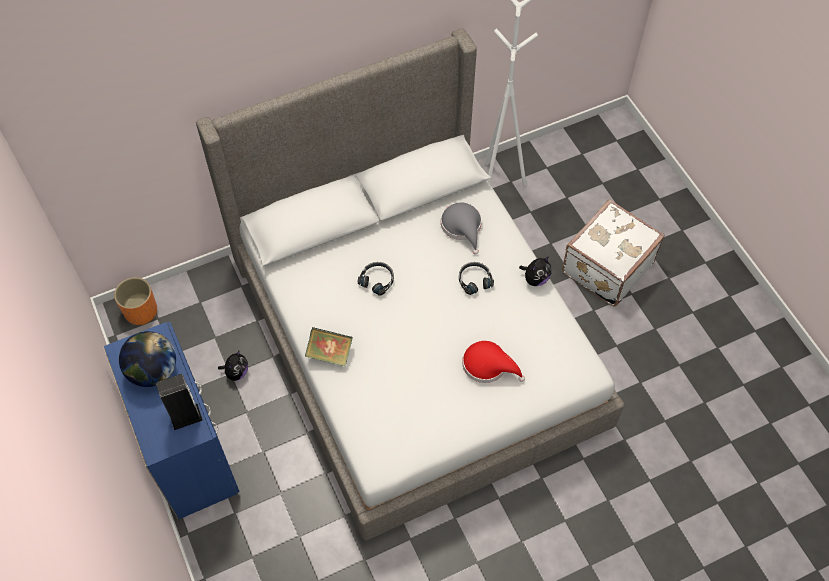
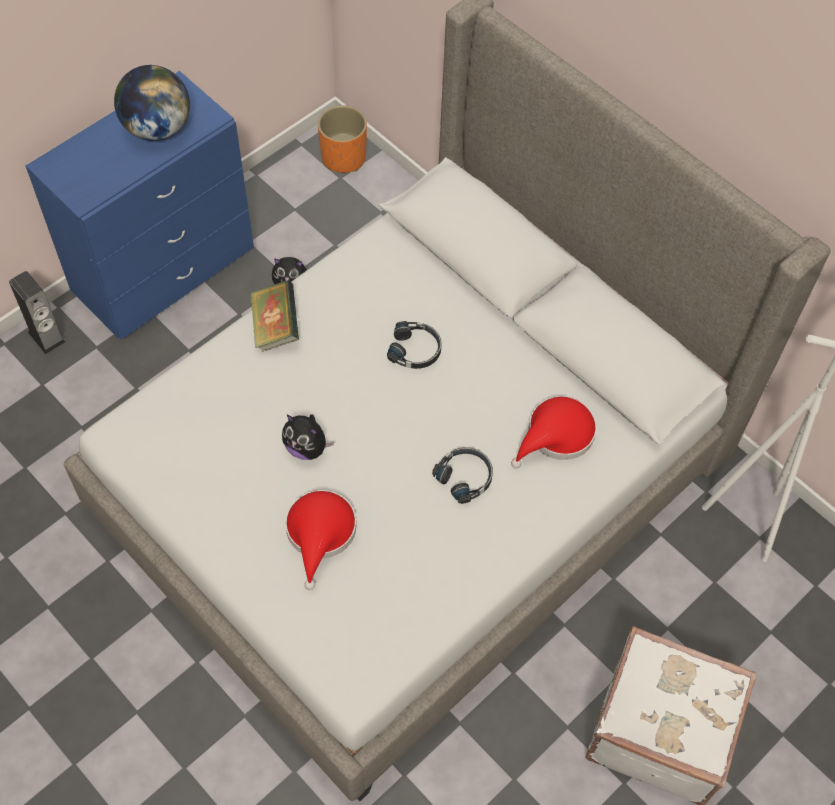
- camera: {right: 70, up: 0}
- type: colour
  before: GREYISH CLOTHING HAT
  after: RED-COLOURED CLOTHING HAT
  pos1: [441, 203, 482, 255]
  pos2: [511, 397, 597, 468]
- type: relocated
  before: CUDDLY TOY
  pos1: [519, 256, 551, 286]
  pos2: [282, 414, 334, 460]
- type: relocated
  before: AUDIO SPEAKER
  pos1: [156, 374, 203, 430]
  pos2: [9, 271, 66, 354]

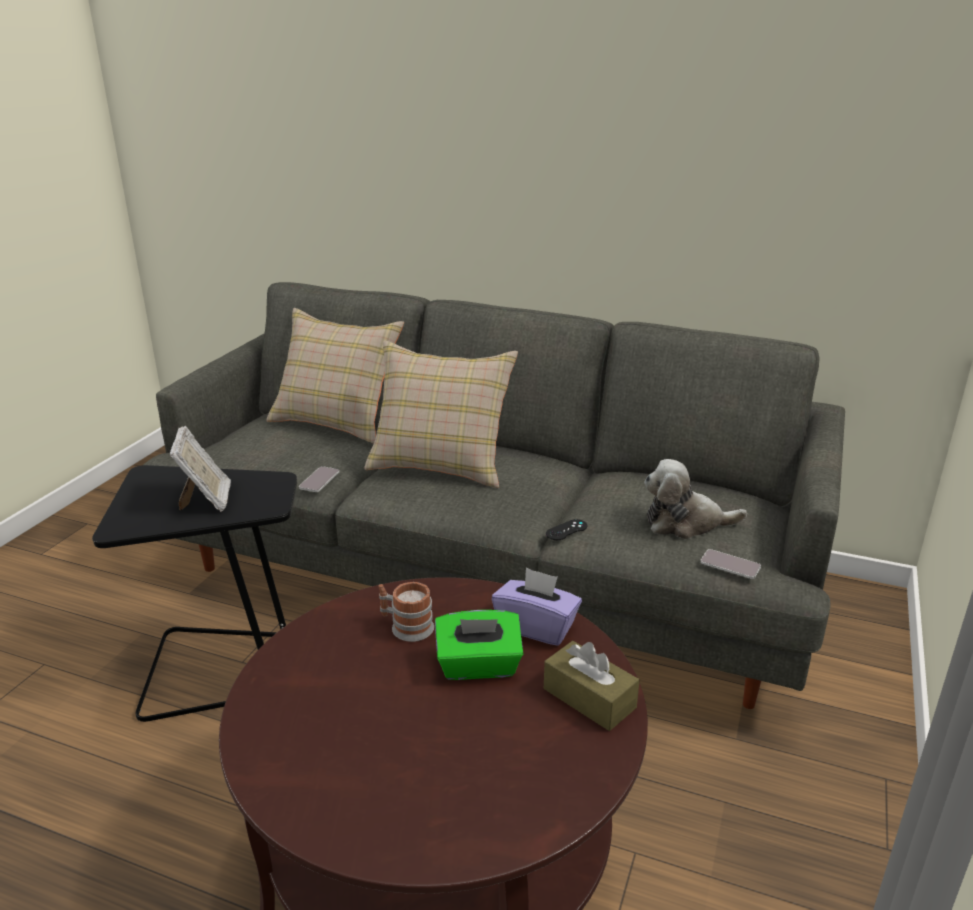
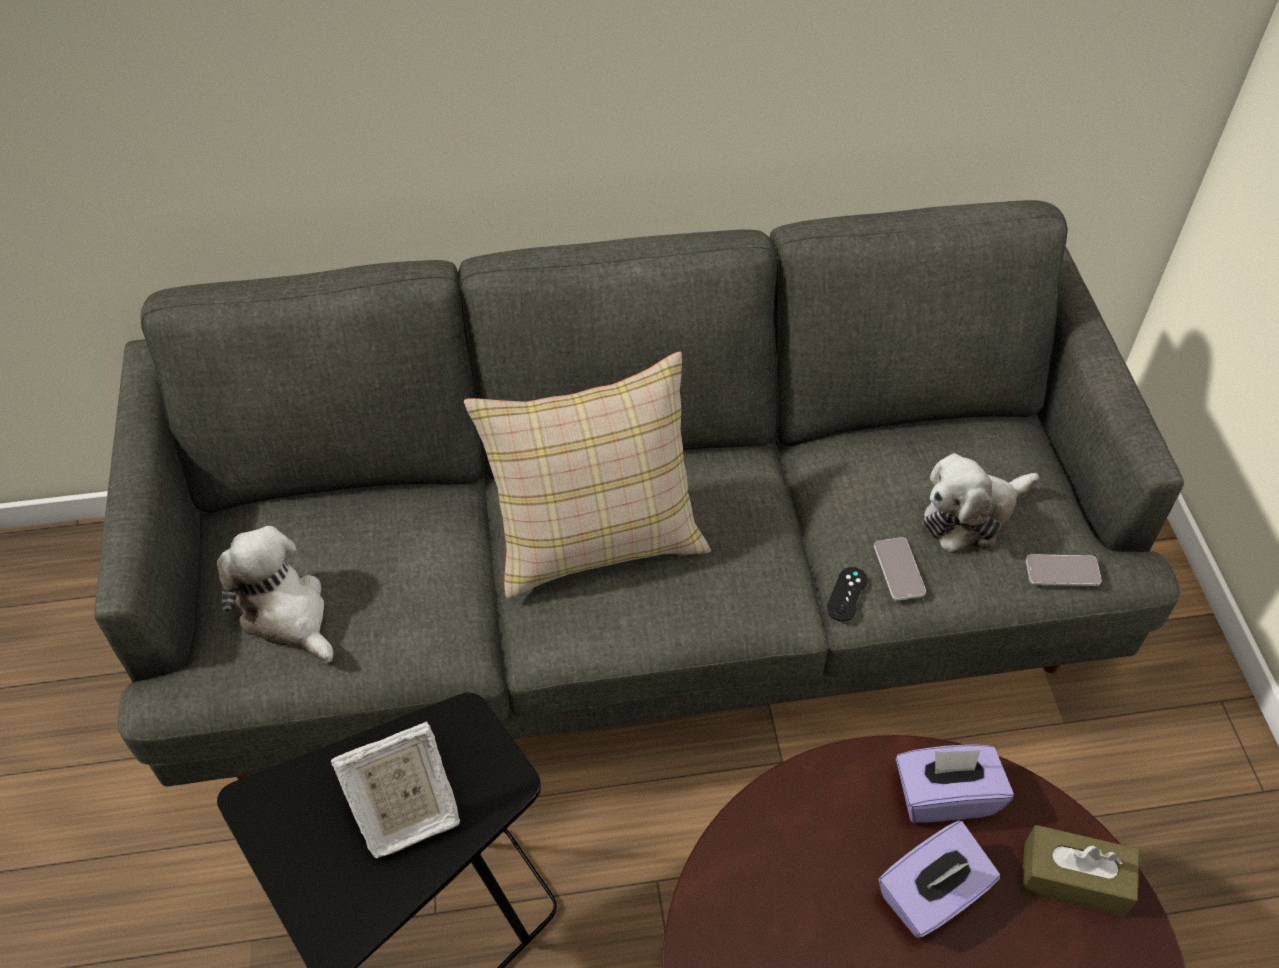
- camera: {right: -30, up: 25}
- type: missing
  before: BEIGE-COLOURED THROW PILLOW
  pos1: [266, 308, 404, 444]
- type: spun
  before: STANDING FRAME
  pos1: [170, 426, 231, 512]
  pos2: [331, 721, 460, 858]
  turn: 105
- type: relocated
  before: PHONE
  pos1: [299, 466, 339, 492]
  pos2: [874, 537, 926, 601]
- type: missing
  before: MUG
  pos1: [379, 582, 434, 642]
- type: colour
  before: GREEN BOX OF TISSUES
  after: PURPLISH BOX OF TISSUES
  pos1: [435, 610, 523, 680]
  pos2: [878, 821, 1000, 938]
- type: appeared
  after: CUDDLY TOY
  pos2: [217, 526, 333, 663]

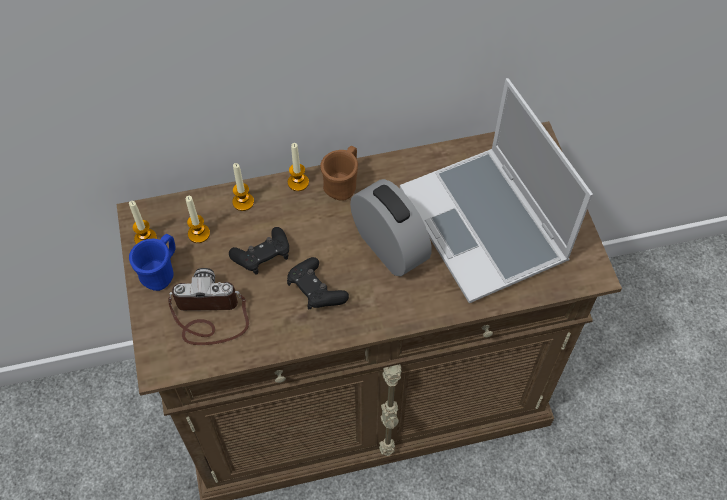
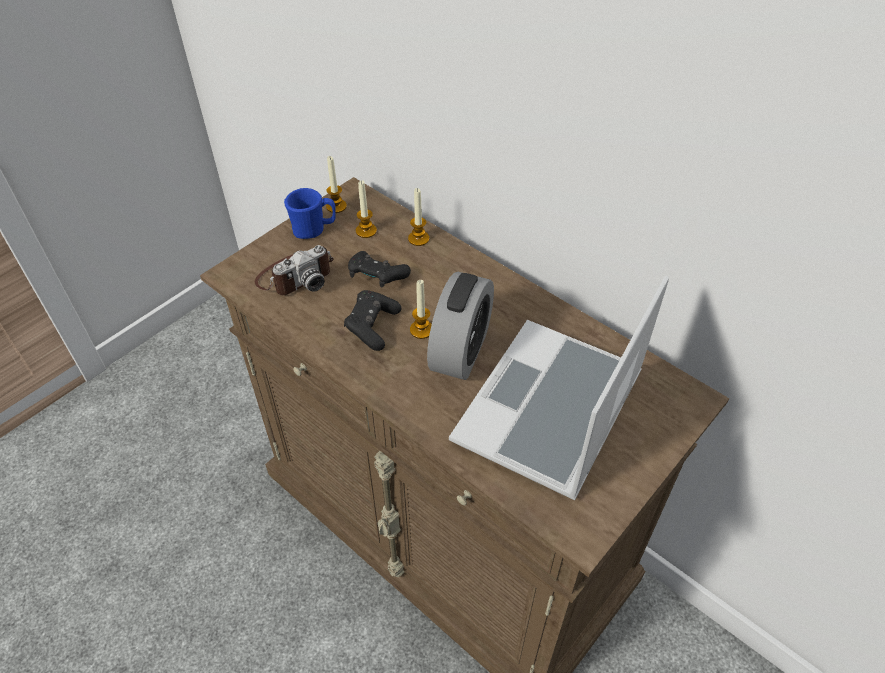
- camera: {right: 55, up: -10}
- type: relocated
  before: WAX CANDLE
  pos1: [288, 143, 309, 191]
  pos2: [410, 280, 432, 339]
- type: missing
  before: BROWN-COLOURED MUG
  pos1: [320, 146, 358, 201]
- type: spun
  before: PHOTO CAMERA
  pos1: [168, 268, 249, 345]
  pos2: [255, 245, 334, 295]
  turn: 90

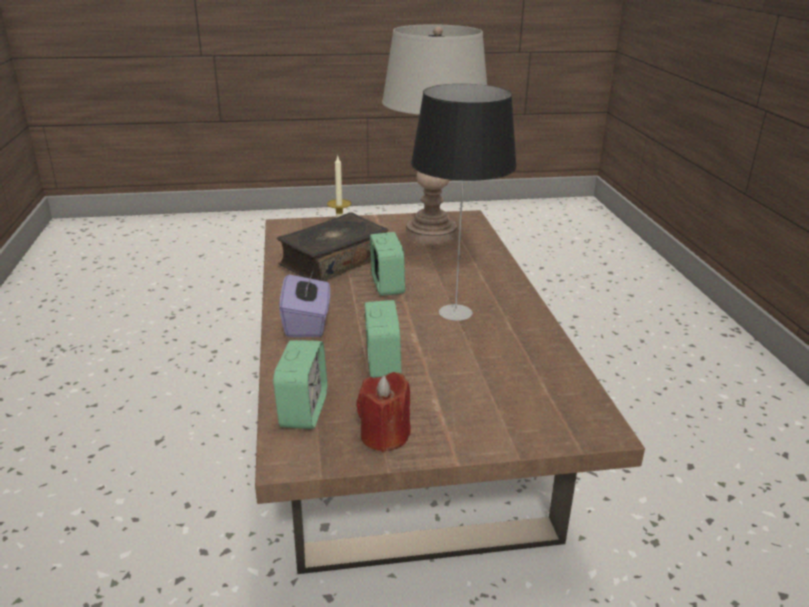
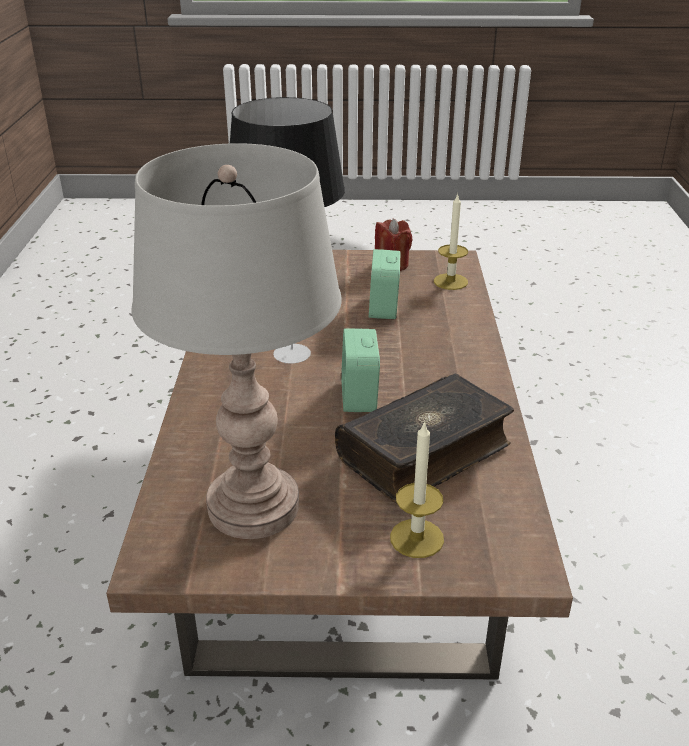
- camera: {right: -170, up: 5}
- type: missing
  before: PURPLISH BOX OF TISSUES
  pos1: [279, 267, 330, 337]
- type: exchanged
  before: BEDSIDE CLOCK
  after: WAX CANDLE
  pos1: [273, 340, 327, 429]
  pos2: [434, 193, 468, 290]

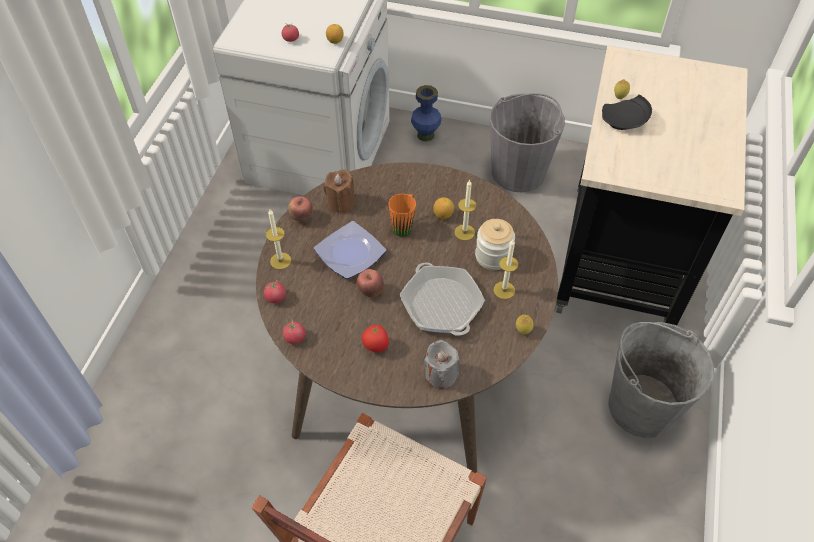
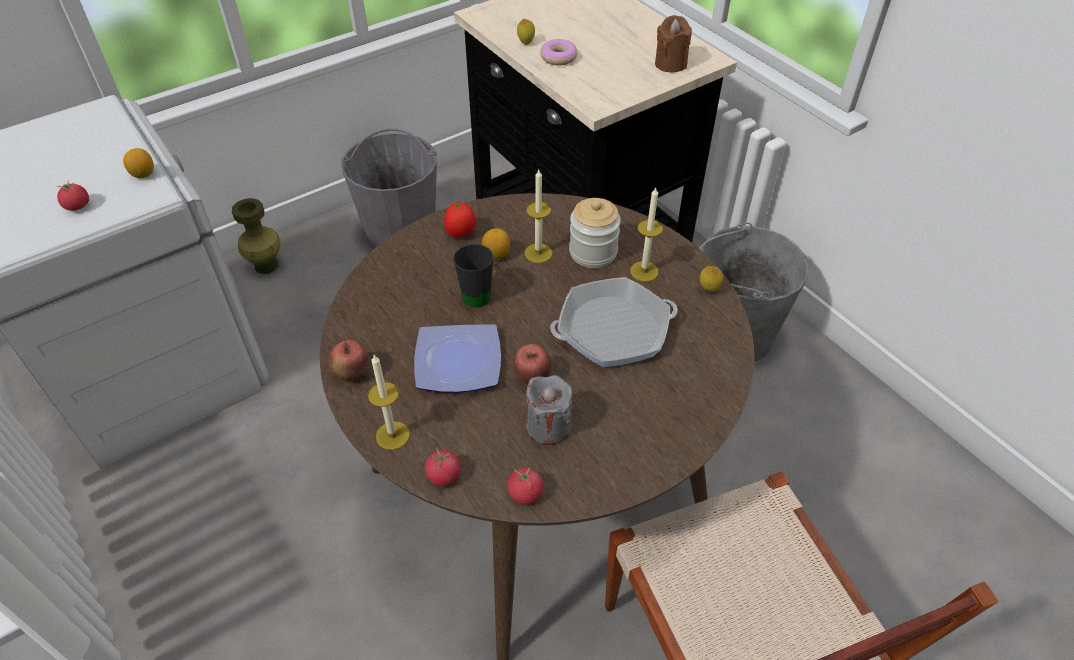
- camera: {right: -50, up: -5}
- type: colour
  before: BLUE-COLOURED DECORATIVE VASE
  after: GREEN DECORATIVE VASE
  pos1: [411, 85, 442, 142]
  pos2: [232, 198, 281, 274]
- type: exchanged
  before: BLACK-COLOURED PLATE
  after: DONUT
  pos1: [602, 95, 652, 130]
  pos2: [540, 39, 578, 66]
- type: relocated
  before: BROWN-COLOURED WAX CANDLE
  pos1: [324, 169, 355, 213]
  pos2: [655, 15, 692, 72]
- type: colour
  before: ORANGEY MUG
  after: BLACK-COLOURED MUG
  pos1: [389, 194, 416, 237]
  pos2: [453, 244, 493, 307]
- type: spun
  before: FRYING PAN
  pos1: [400, 262, 485, 336]
  pos2: [550, 277, 678, 367]
  turn: 150
- type: relocated
  before: TOMATO
  pos1: [361, 325, 389, 352]
  pos2: [444, 202, 476, 238]
- type: relocated
  before: GREYISH WAX CANDLE
  pos1: [424, 340, 460, 389]
  pos2: [526, 375, 572, 445]

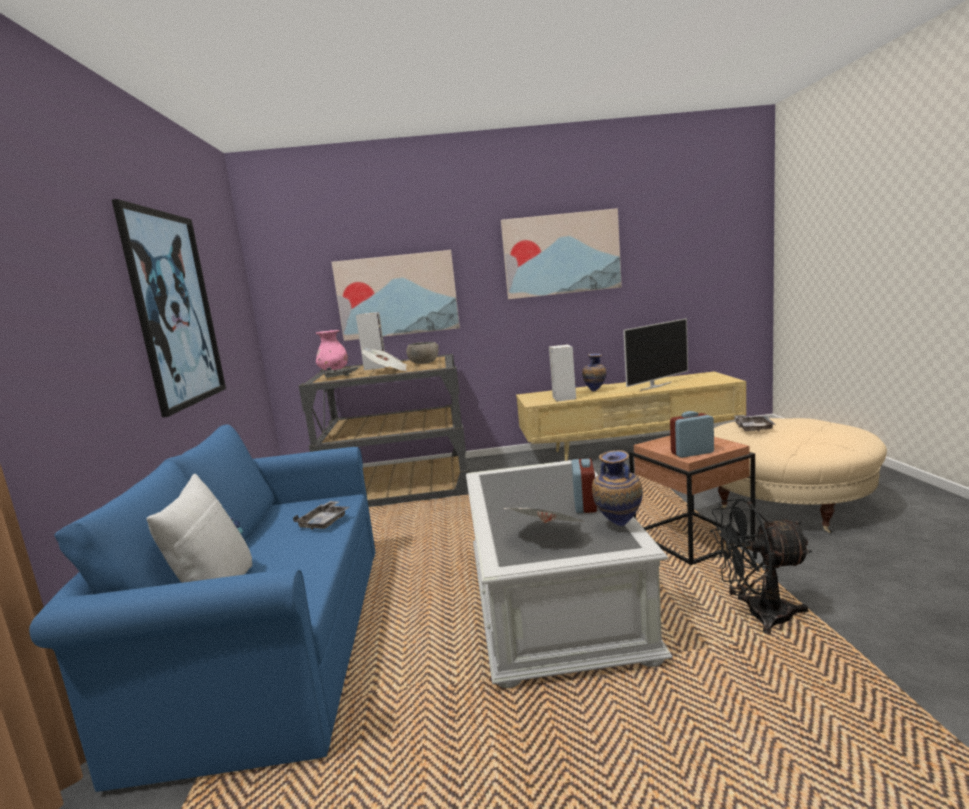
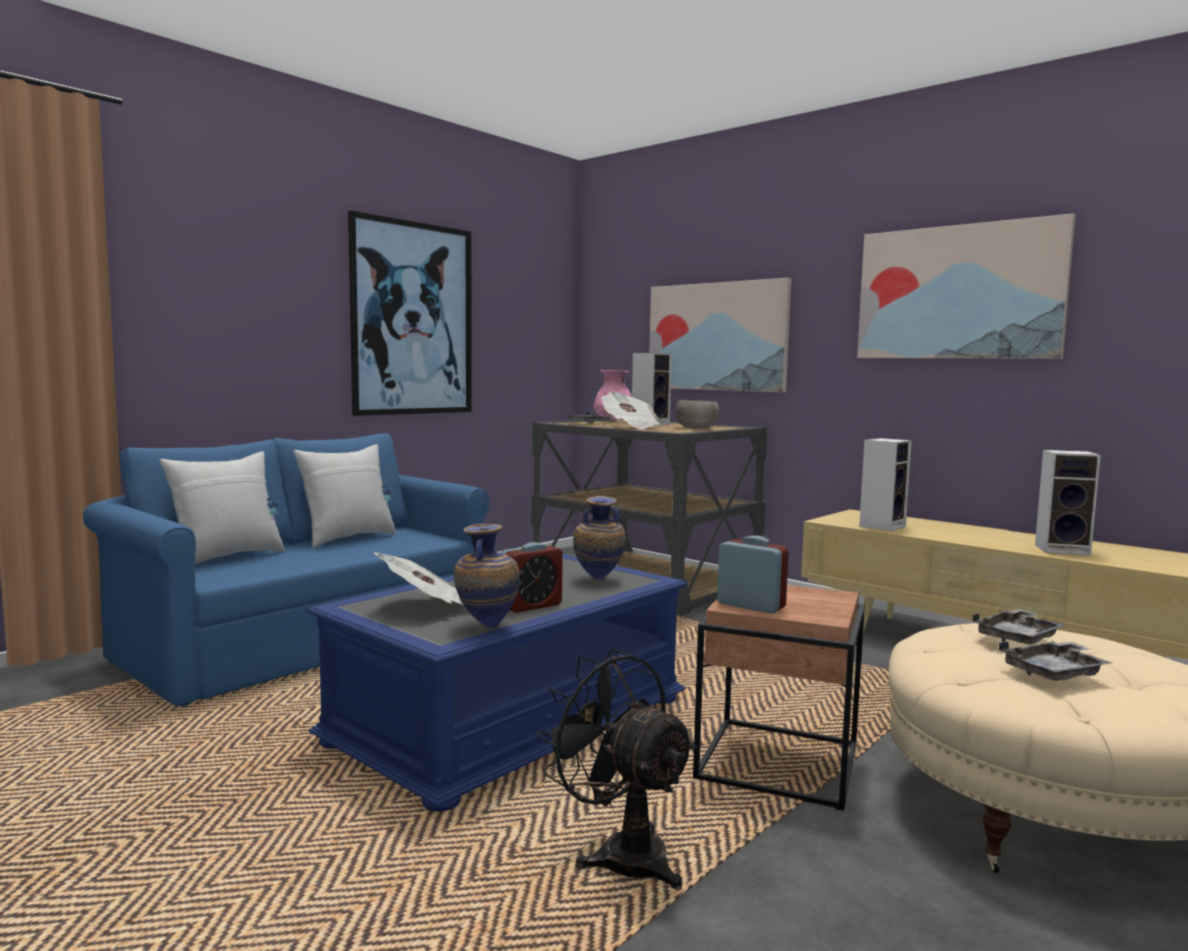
- camera: {right: 45, up: -5}
- type: exchanged
  before: TV SET
  after: AUDIO SPEAKER
  pos1: [623, 318, 688, 391]
  pos2: [1035, 450, 1101, 556]
- type: relocated
  before: DECORATIVE VASE
  pos1: [582, 353, 606, 391]
  pos2: [573, 496, 626, 580]
- type: colour
  before: WHITISH COFFEE TABLE
  after: BLUE-COLOURED COFFEE TABLE
  pos1: [466, 460, 673, 688]
  pos2: [307, 554, 688, 811]
- type: relocated
  before: GREYISH SERVING TRAY
  pos1: [293, 501, 349, 530]
  pos2: [999, 641, 1112, 681]
- type: appeared
  after: GREYISH THROW PILLOW
  pos2: [293, 444, 396, 548]

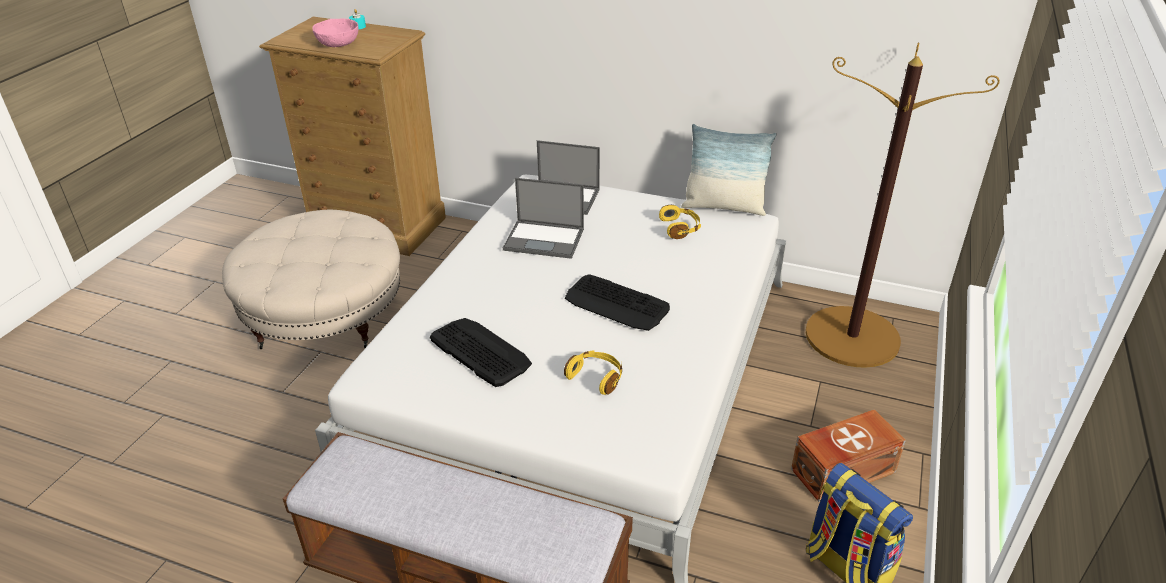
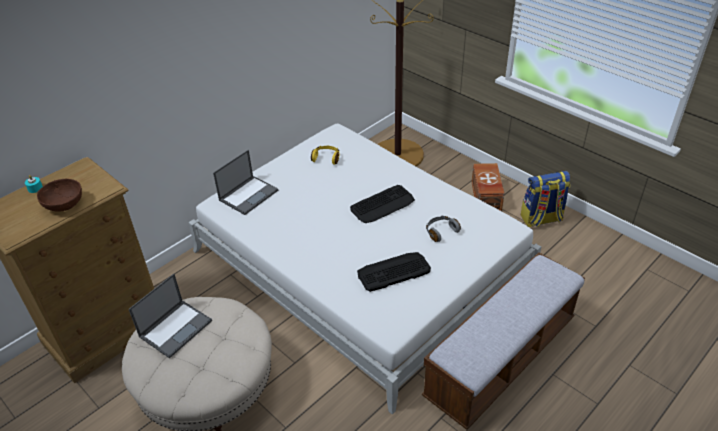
- camera: {right: -65, up: 5}
- type: colour
  before: PINK-COLOURED SERVING BOWL
  after: BROWN-COLOURED SERVING BOWL
  pos1: [312, 18, 358, 47]
  pos2: [37, 179, 82, 212]
- type: missing
  before: THROW PILLOW
  pos1: [681, 124, 777, 216]
- type: relocated
  before: PORTABLE COMPUTER
  pos1: [503, 178, 584, 259]
  pos2: [128, 274, 212, 359]
- type: colour
  before: YELLOWISH HEADPHONES
  after: GREYISH HEADPHONES
  pos1: [564, 350, 622, 395]
  pos2: [426, 216, 461, 242]

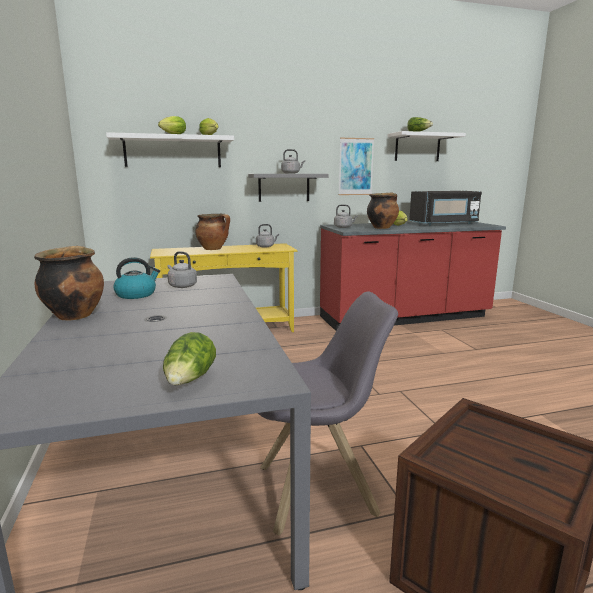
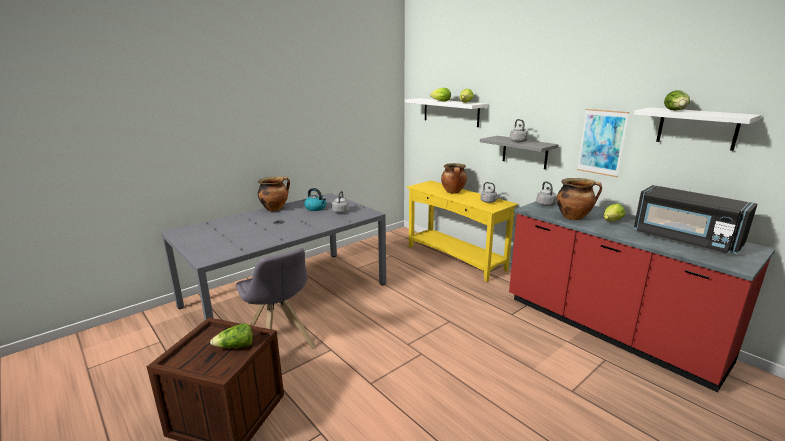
- camera: {right: 65, up: 5}
- type: relocated
  before: HEAD OF LETTUCE
  pos1: [163, 332, 216, 385]
  pos2: [210, 323, 253, 348]

